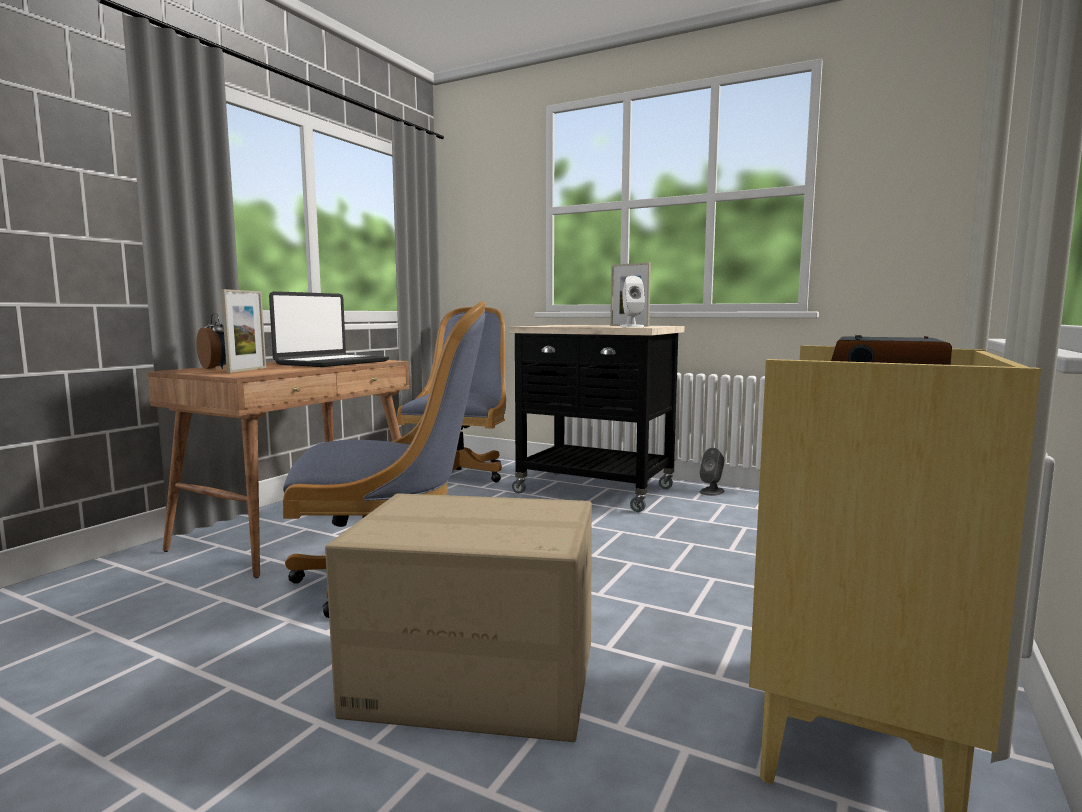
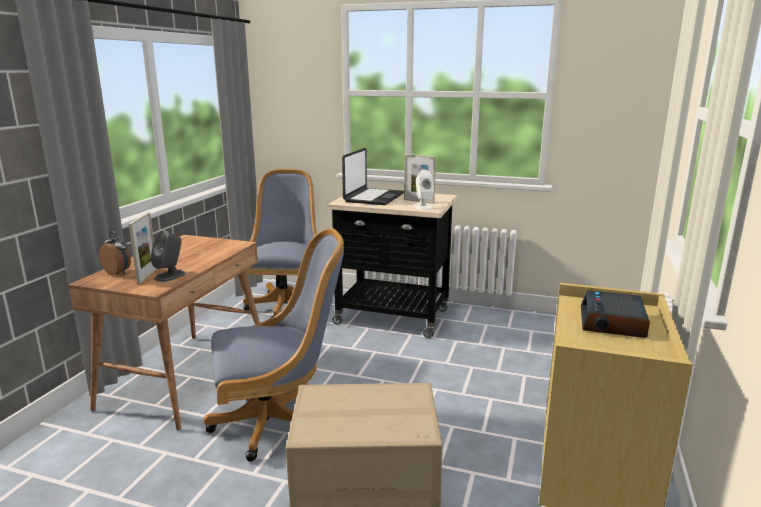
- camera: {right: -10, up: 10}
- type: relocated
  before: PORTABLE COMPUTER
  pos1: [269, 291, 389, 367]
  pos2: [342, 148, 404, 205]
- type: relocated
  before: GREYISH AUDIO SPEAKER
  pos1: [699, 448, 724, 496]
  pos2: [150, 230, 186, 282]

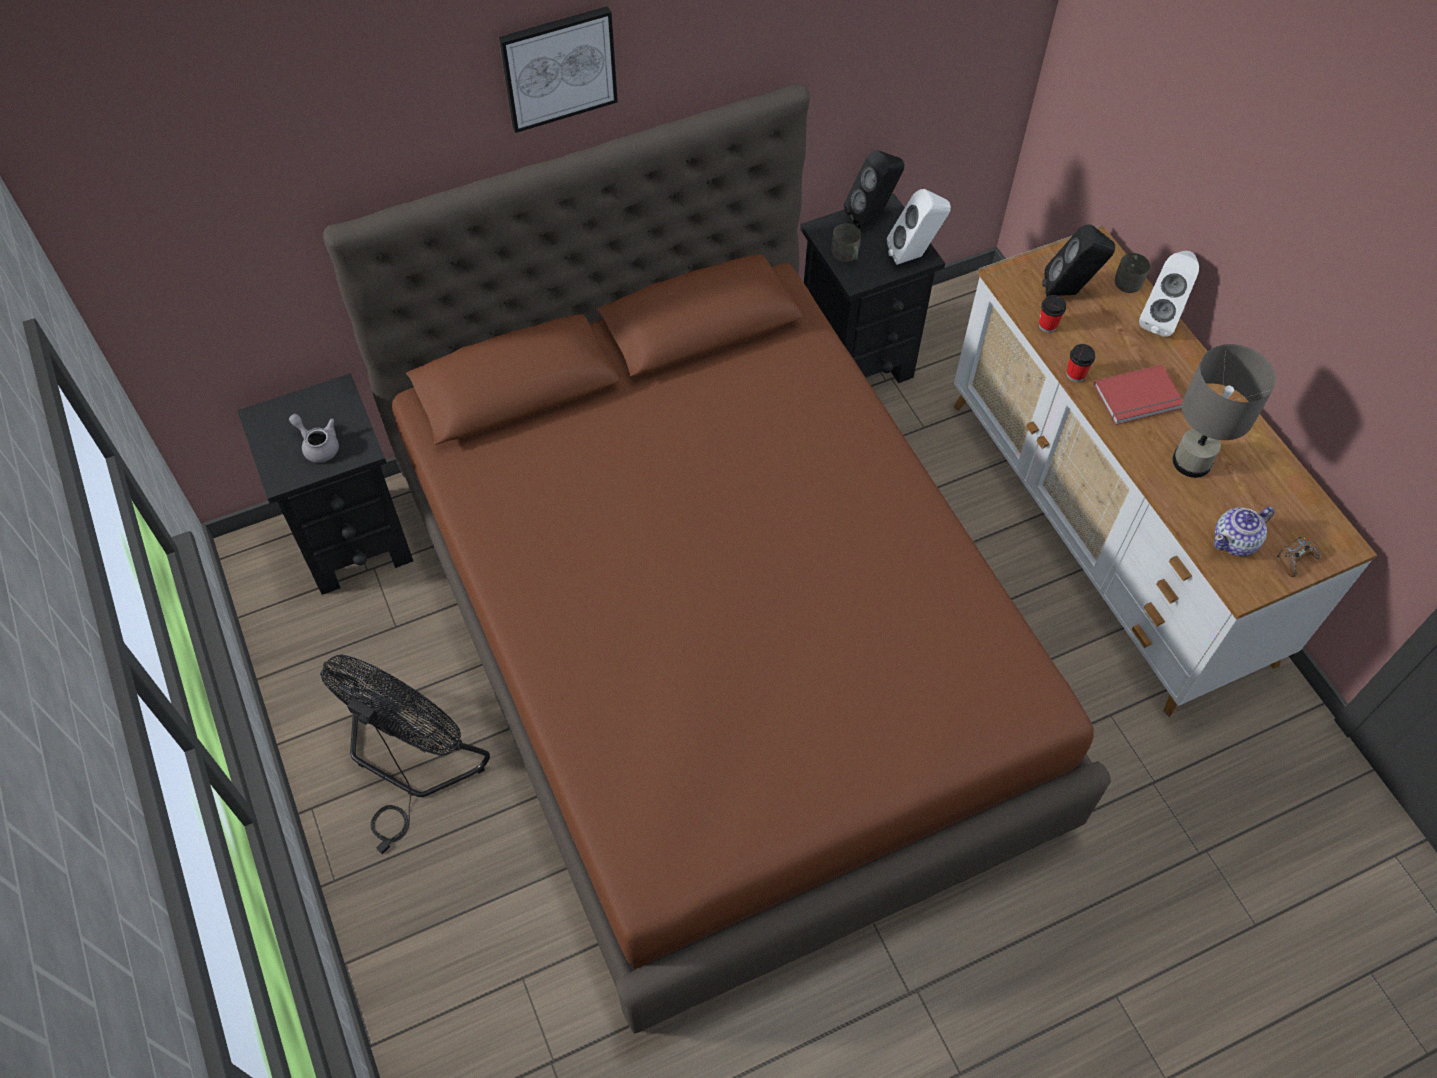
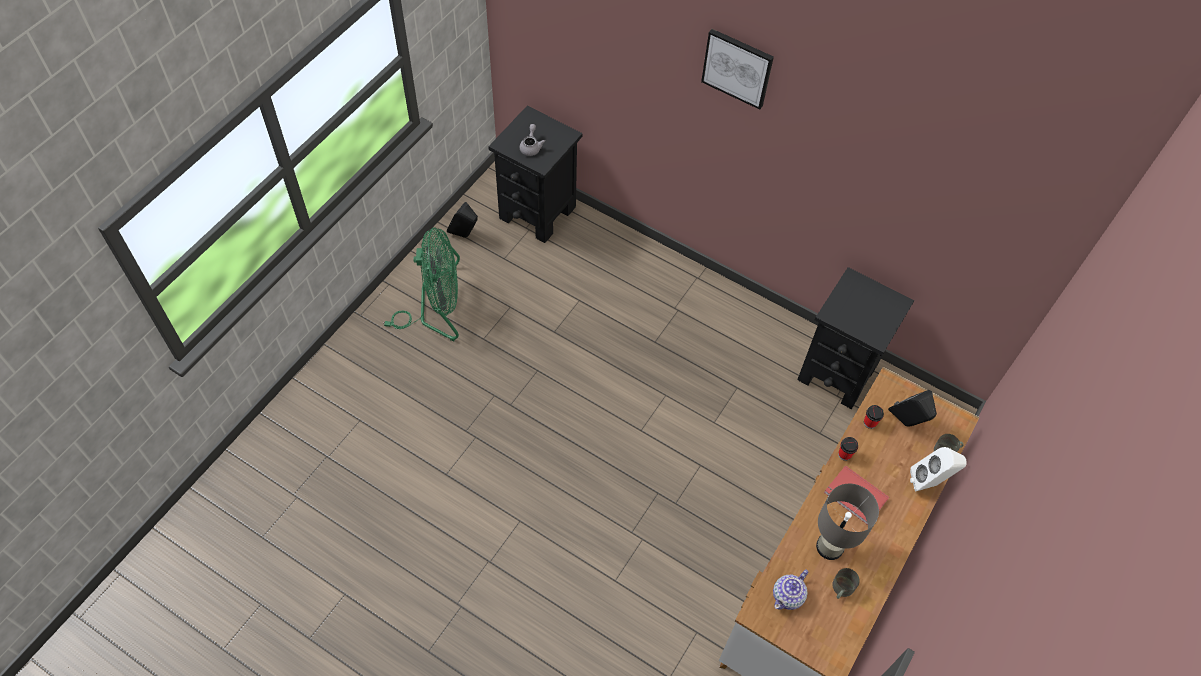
- camera: {right: 55, up: 0}
- type: missing
  before: BROWN-COLOURED SLEEPING BED
  pos1: [323, 83, 1111, 1034]
- type: relocated
  before: BLACK-COLOURED AUDIO SPEAKER
  pos1: [844, 150, 904, 229]
  pos2: [447, 202, 478, 238]
- type: missing
  before: WHITISH AUDIO SPEAKER
  pos1: [887, 189, 951, 265]
- type: relocated
  before: GREYISH MUG
  pos1: [832, 223, 861, 262]
  pos2: [832, 568, 860, 599]
- type: spun
  before: POT FOR TEA
  pos1: [1214, 506, 1274, 556]
  pos2: [773, 569, 808, 610]
  turn: -75
- type: missing
  before: BROWN-COLOURED GAME CONTROLLER
  pos1: [1277, 537, 1321, 577]
- type: colour
  before: BLACK-COLOURED FAN
  after: GREEN FAN
  pos1: [320, 654, 490, 854]
  pos2: [384, 227, 460, 342]

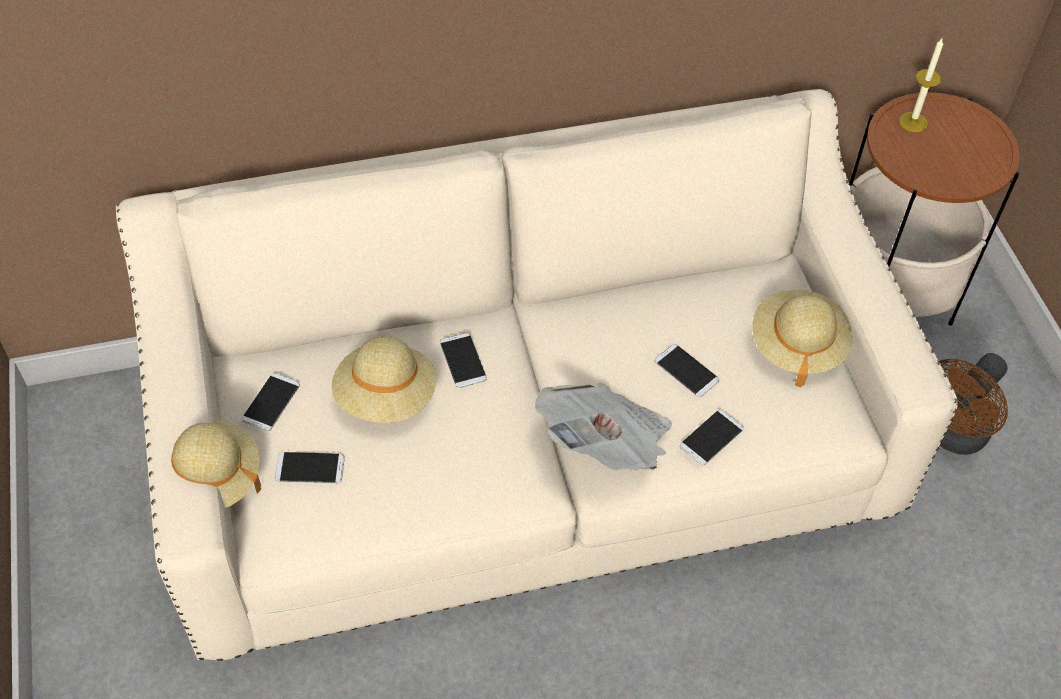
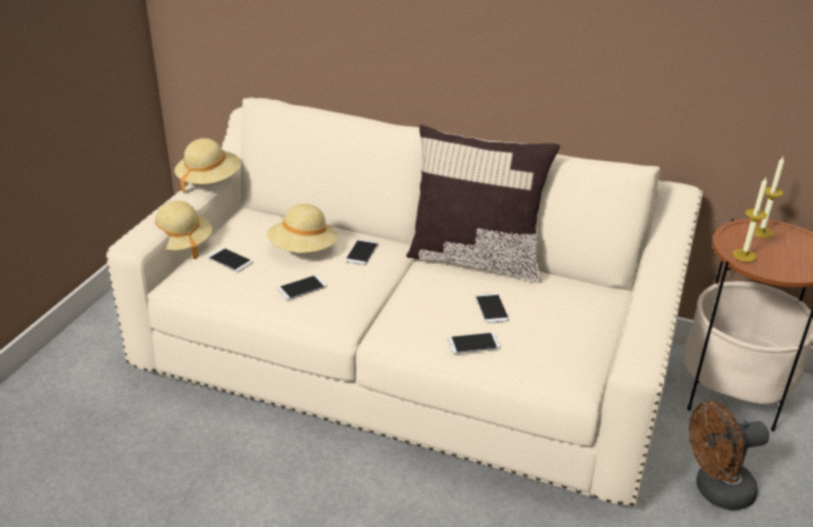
- camera: {right: 35, up: -20}
- type: relocated
  before: BEIGE-COLOURED CLOTHING HAT
  pos1: [752, 290, 852, 387]
  pos2: [174, 138, 241, 193]
- type: relocated
  before: PHONE
  pos1: [242, 373, 300, 431]
  pos2: [277, 275, 327, 300]
- type: missing
  before: DAILY PAPER
  pos1: [535, 383, 672, 470]
- type: appeared
  after: THROW PILLOW
  pos2: [406, 125, 560, 283]
- type: appeared
  after: WAX CANDLE
  pos2: [732, 178, 767, 262]

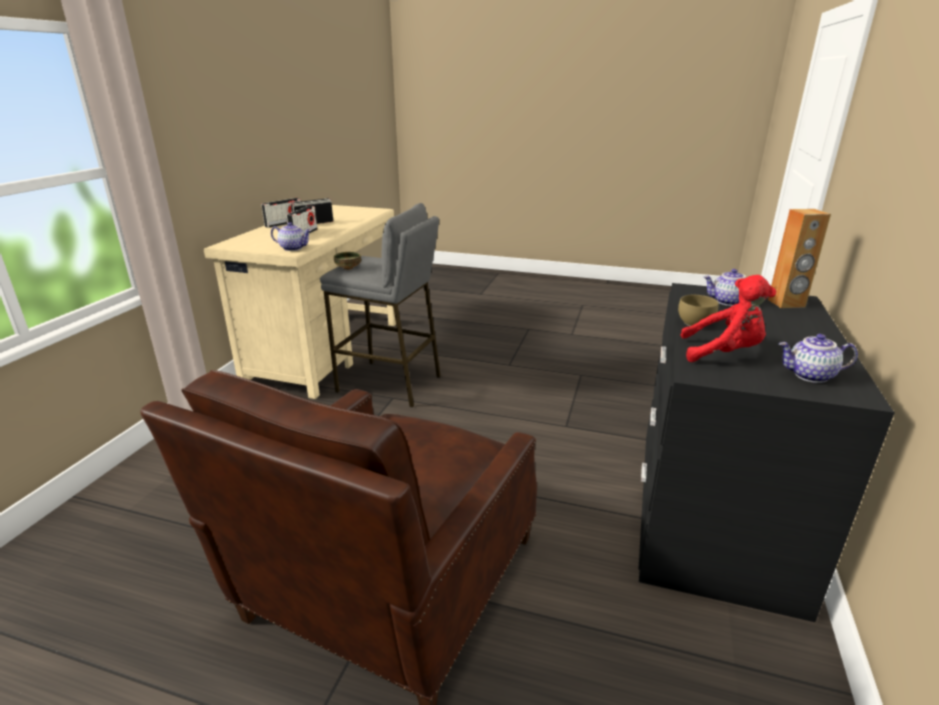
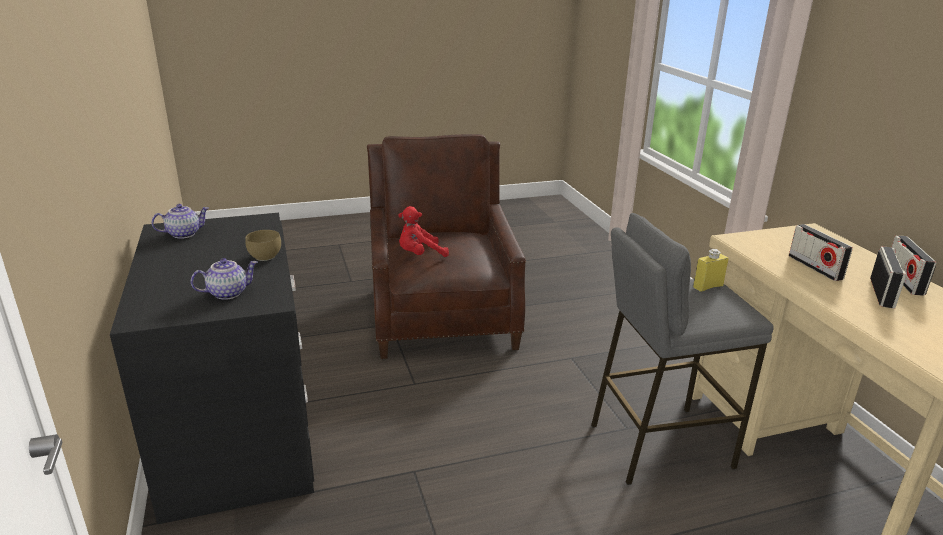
- camera: {right: 145, up: 0}
- type: missing
  before: BROWN-COLOURED AUDIO SPEAKER
  pos1: [768, 209, 831, 308]
- type: missing
  before: POT FOR TEA
  pos1: [271, 222, 311, 251]
- type: exchanged
  before: SERVING BOWL
  after: YELLOWISH BEVERAGE BOTTLE
  pos1: [334, 252, 361, 270]
  pos2: [693, 249, 729, 292]
- type: relocated
  before: RED-COLOURED CUDDLY TOY
  pos1: [680, 275, 776, 362]
  pos2: [398, 206, 449, 257]

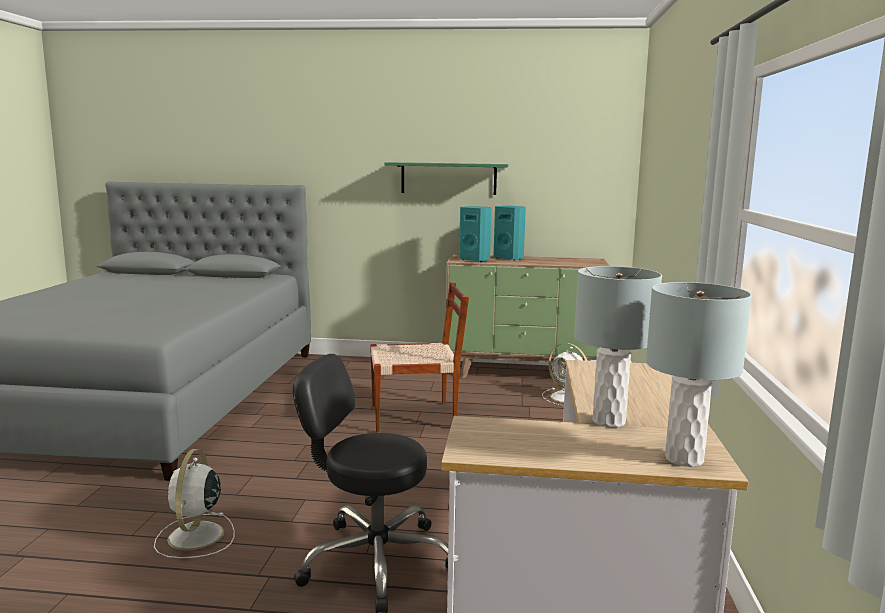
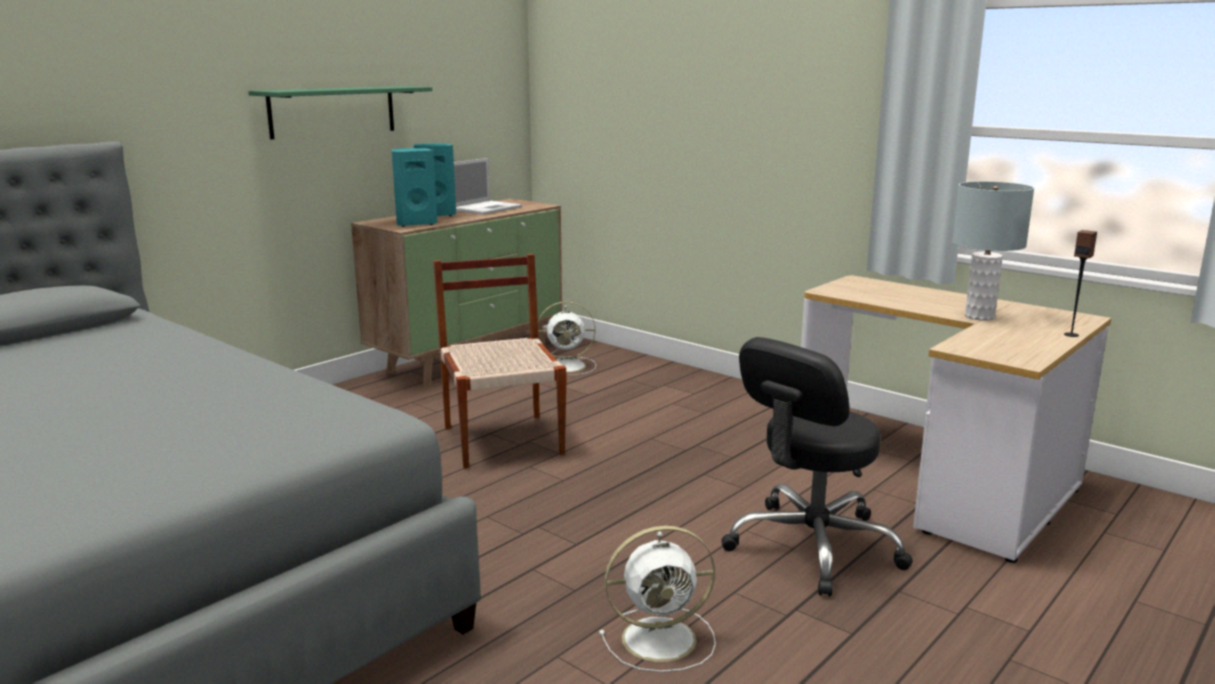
- camera: {right: -55, up: 5}
- type: spun
  before: CHAIR
  pos1: [371, 282, 469, 433]
  pos2: [433, 254, 566, 469]
  turn: -45
- type: missing
  before: GREYISH TABLETOP LAMP
  pos1: [646, 282, 752, 467]
- type: spun
  before: WHITISH FAN
  pos1: [154, 449, 235, 558]
  pos2: [599, 526, 716, 672]
  turn: -45
- type: appeared
  after: PORTABLE COMPUTER
  pos2: [454, 158, 522, 215]
- type: appeared
  after: AUDIO SPEAKER
  pos2: [1064, 230, 1097, 337]

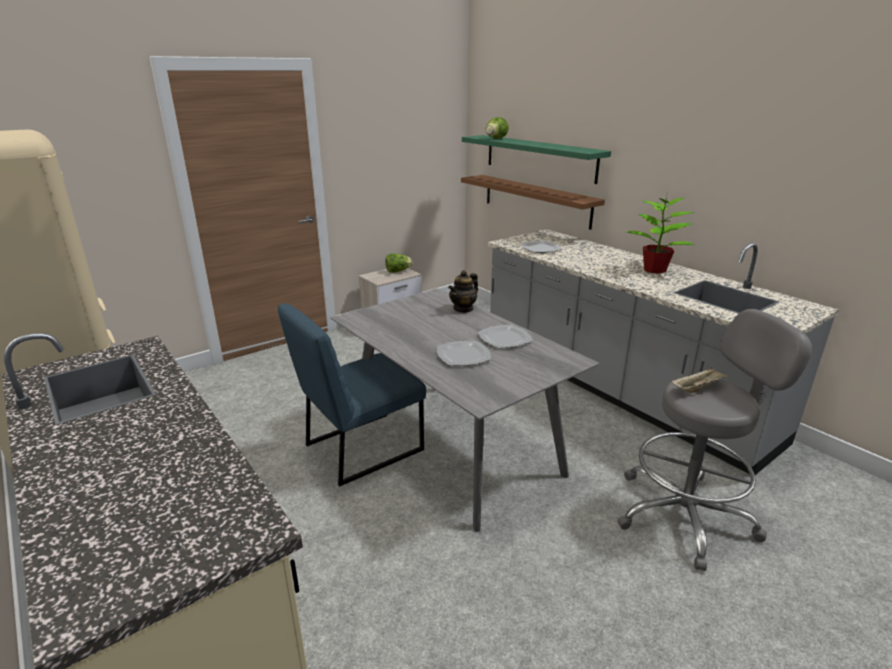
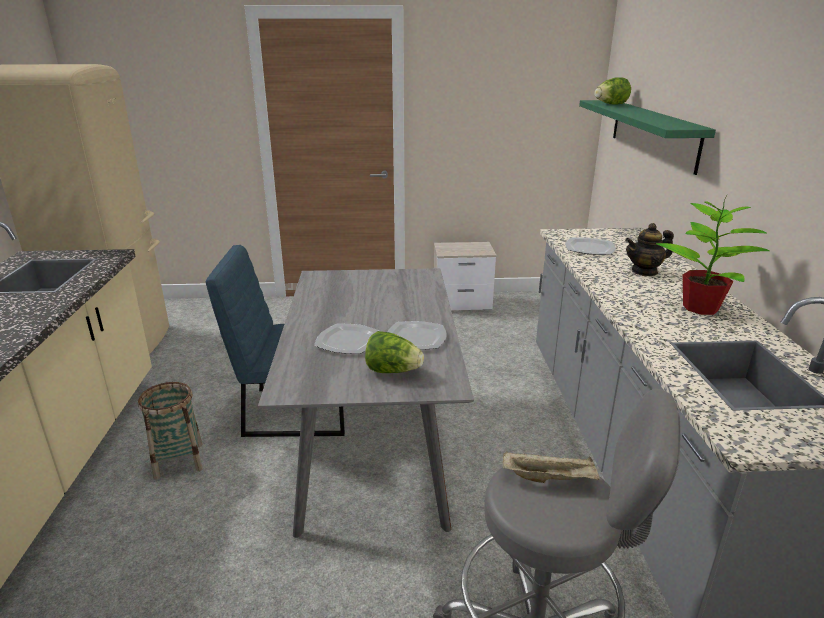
- camera: {right: 35, up: 0}
- type: missing
  before: BROWN-COLOURED SHELF
  pos1: [461, 175, 605, 230]
- type: relocated
  before: HEAD OF LETTUCE
  pos1: [385, 254, 412, 273]
  pos2: [365, 331, 424, 373]
- type: relocated
  before: POT FOR TEA
  pos1: [448, 270, 478, 313]
  pos2: [625, 223, 674, 276]
- type: appeared
  after: HOUSEHOLD BASKET
  pos2: [138, 382, 203, 480]

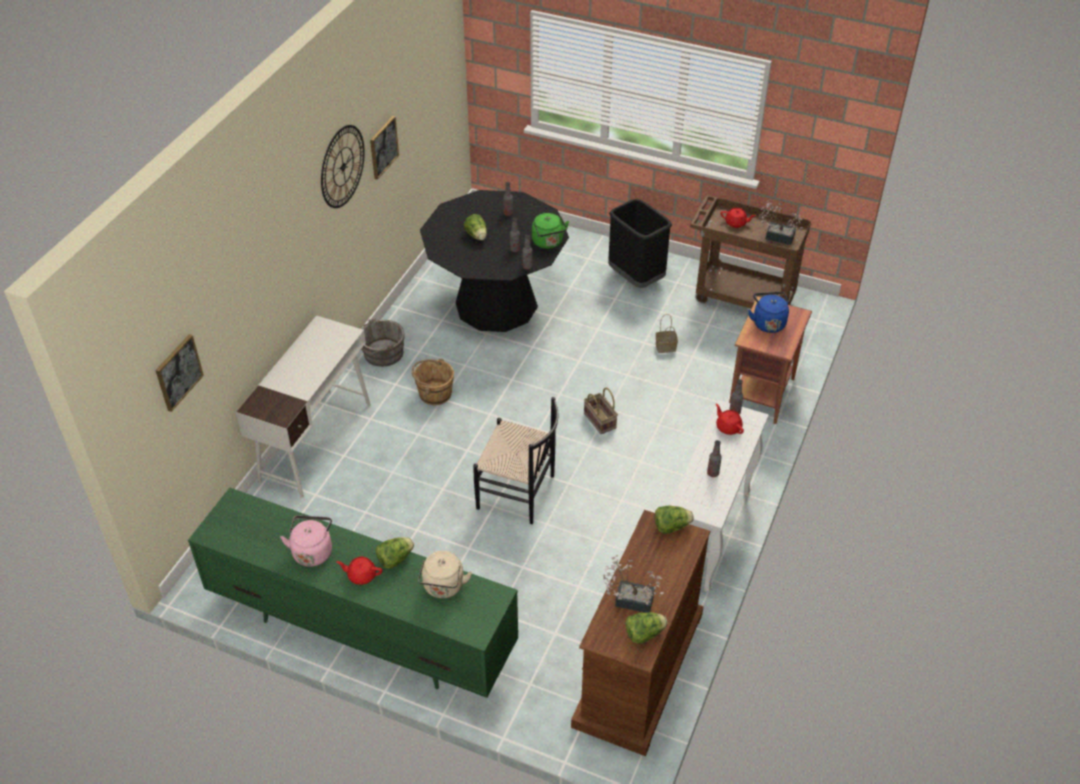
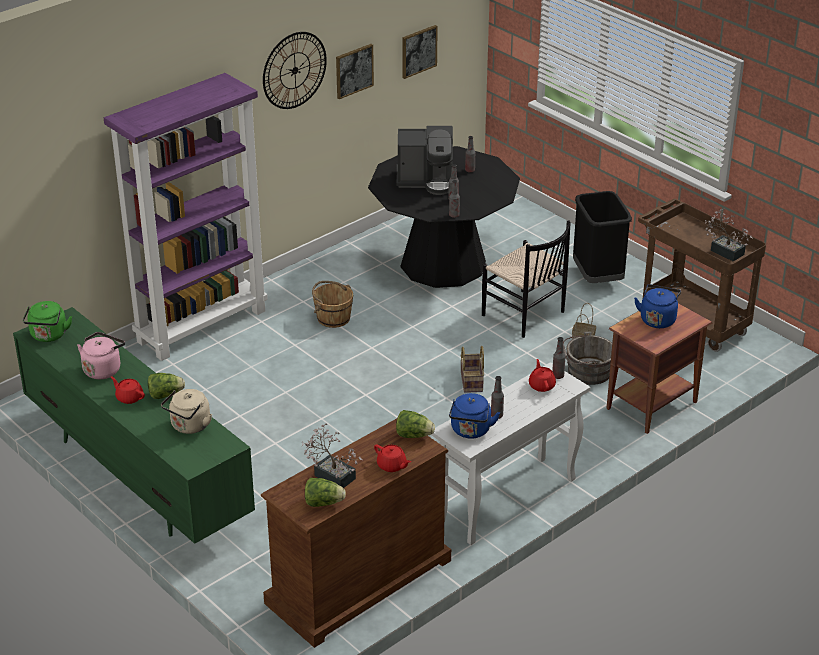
- camera: {right: 25, up: -10}
- type: relocated
  before: RED-COLOURED POT FOR TEA
  pos1: [721, 208, 756, 228]
  pos2: [374, 445, 411, 472]
- type: relocated
  before: GREEN TEA KETTLE
  pos1: [532, 213, 569, 249]
  pos2: [23, 301, 72, 342]
- type: exchanged
  before: HEAD OF LETTUCE
  after: COFFEE MACHINE
  pos1: [464, 214, 487, 240]
  pos2: [396, 126, 453, 195]
- type: exchanged
  before: WHITISH DESK UNIT
  after: PURPLISH BOOKCASE
  pos1: [236, 315, 371, 498]
  pos2: [104, 73, 268, 361]
- type: relocated
  before: GREYISH PAIL
  pos1: [359, 318, 405, 367]
  pos2: [563, 332, 612, 385]
- type: relocated
  before: WALL PICTURE
  pos1: [155, 334, 204, 412]
  pos2: [402, 25, 438, 79]
- type: relocated
  before: BLACK-COLOURED CHAIR
  pos1: [473, 397, 558, 524]
  pos2: [482, 221, 571, 338]
- type: appeared
  after: BLUE-COLOURED TEA KETTLE
  pos2: [449, 393, 500, 439]

